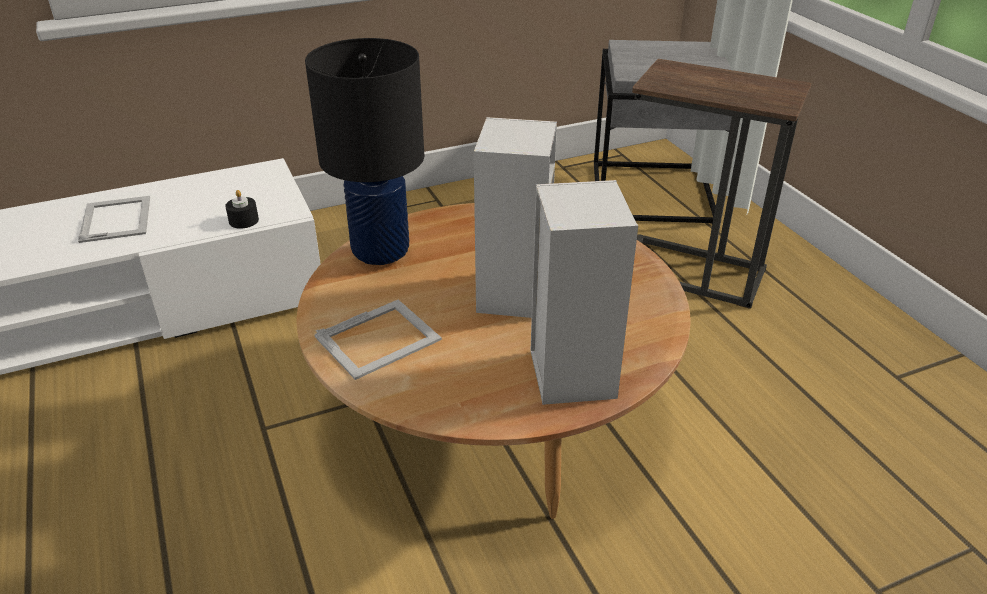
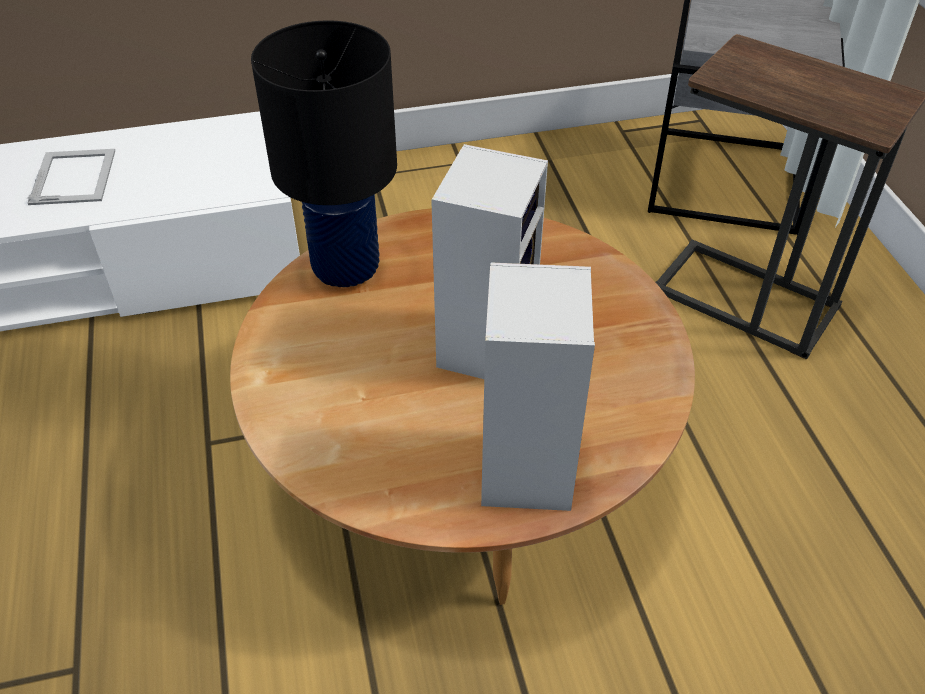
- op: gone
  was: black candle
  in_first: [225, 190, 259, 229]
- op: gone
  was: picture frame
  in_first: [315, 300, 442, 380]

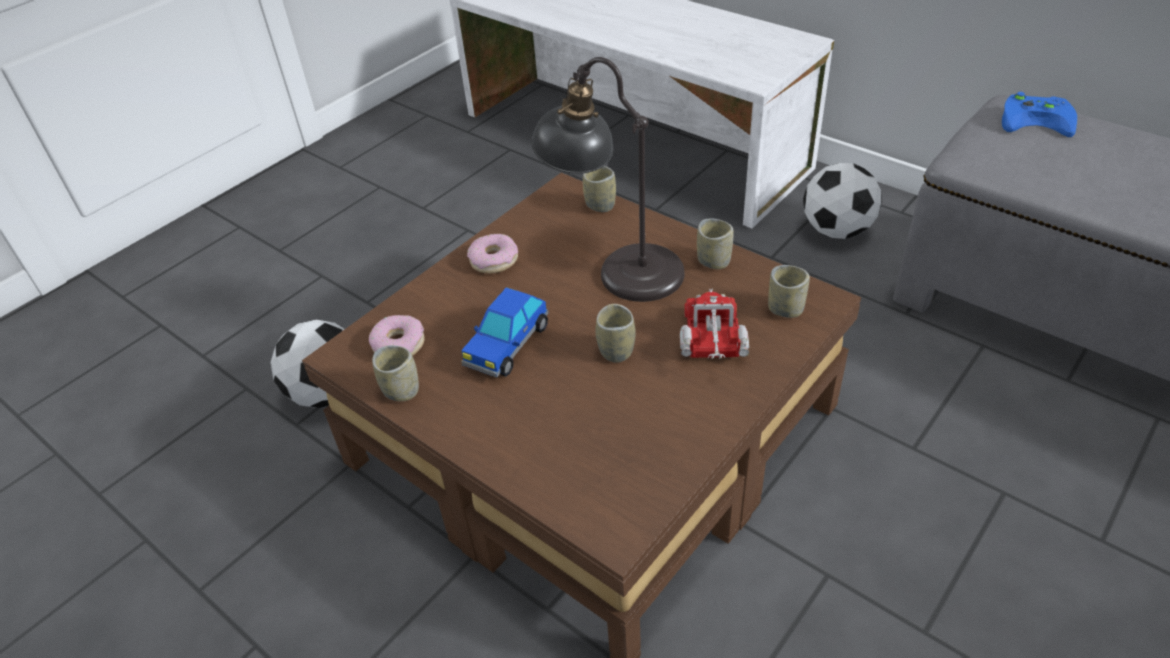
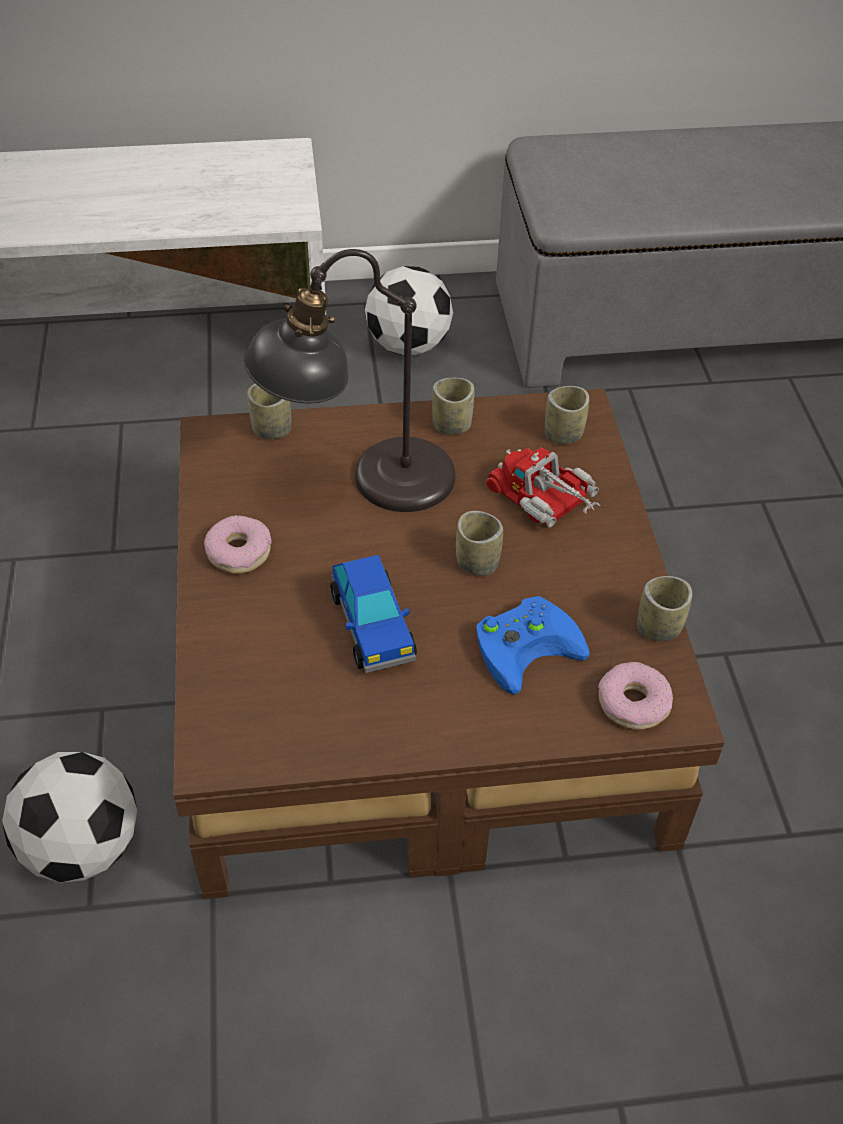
- op: shifted
  was: blue game controller
  in_first: [1002, 92, 1077, 137]
  in_second: [476, 596, 590, 695]
- op: shifted
  was: donut
  in_first: [369, 315, 424, 356]
  in_second: [598, 662, 673, 730]
- op: shifted
  was: cup
  in_first: [372, 345, 419, 401]
  in_second: [637, 576, 692, 641]

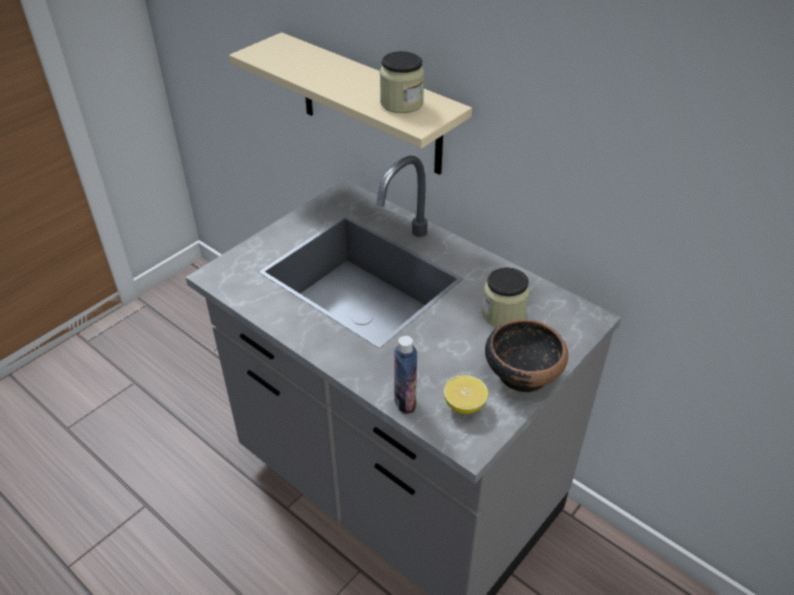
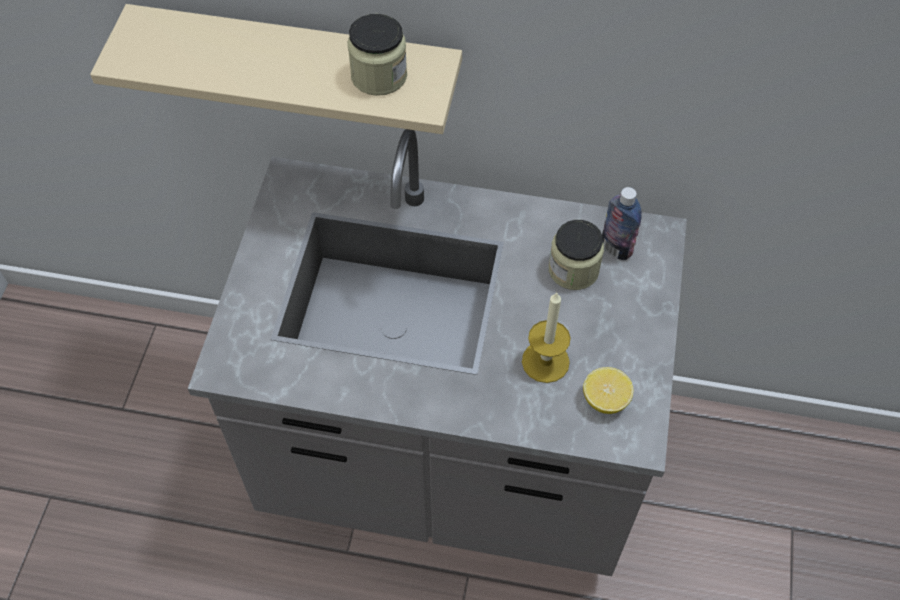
- op: gone
  was: bowl
  in_first: [485, 319, 568, 393]
- op: shifted
  was: bottle
  in_first: [394, 336, 417, 414]
  in_second: [602, 187, 641, 260]
- op: new
  now: candle
  in_second: [522, 292, 571, 383]

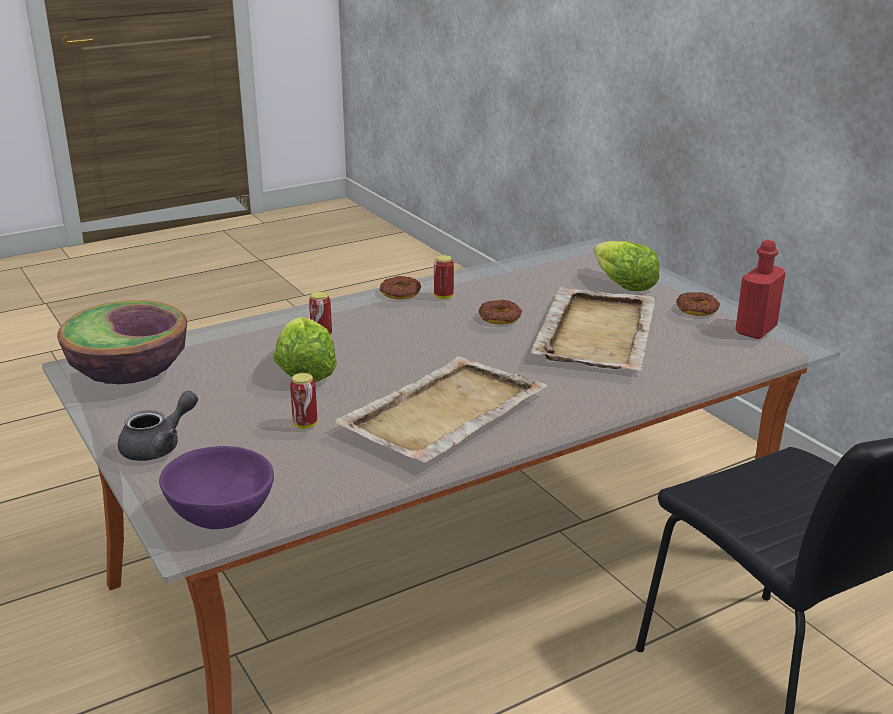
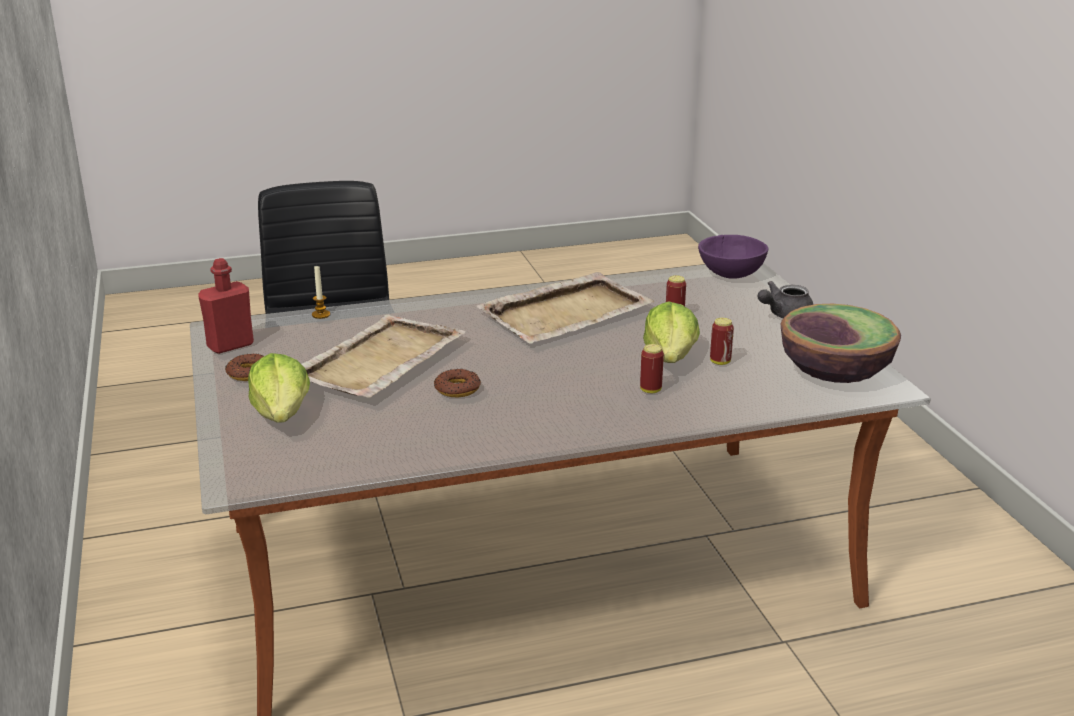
- op: shifted
  was: can
  in_first: [434, 255, 454, 299]
  in_second: [710, 318, 734, 365]
- op: gone
  was: donut
  in_first: [380, 276, 421, 299]
- op: new
  now: candle
  in_second: [312, 266, 330, 319]

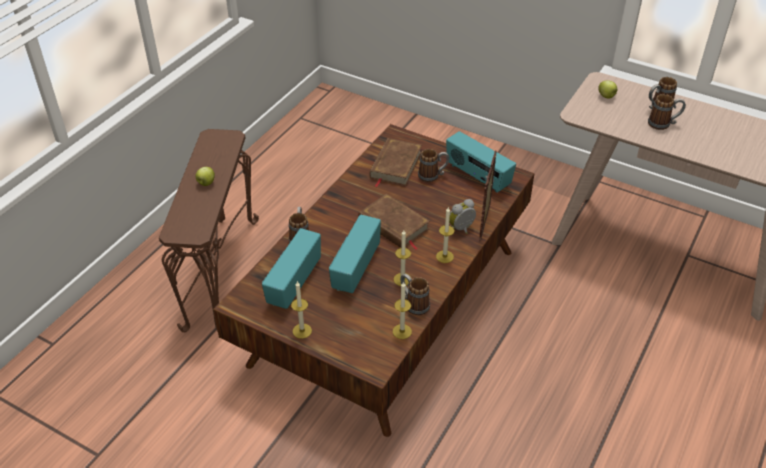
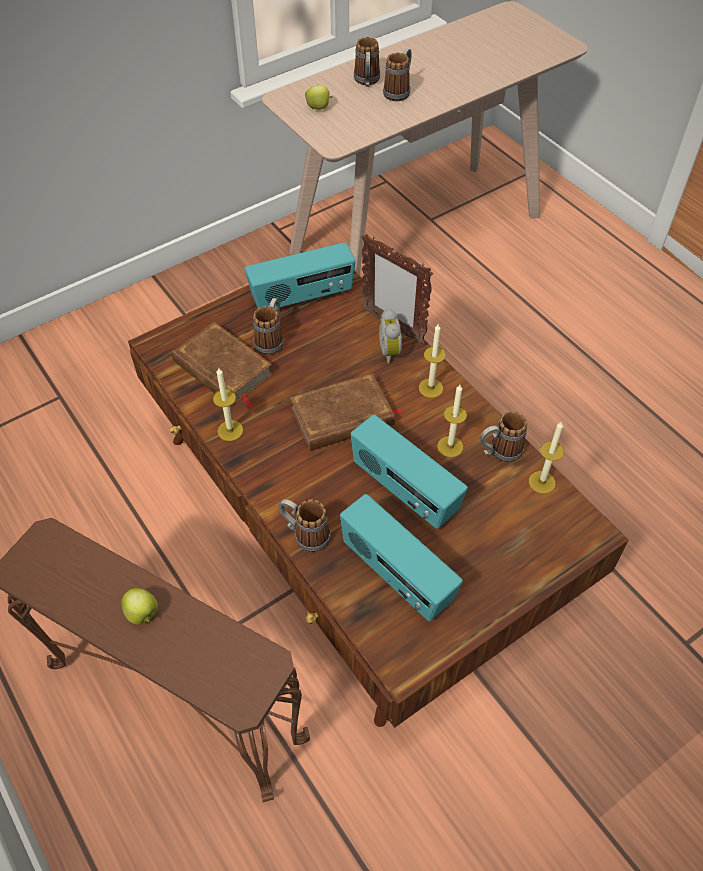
- op: shifted
  was: candle
  in_first: [291, 282, 312, 339]
  in_second: [213, 367, 243, 441]

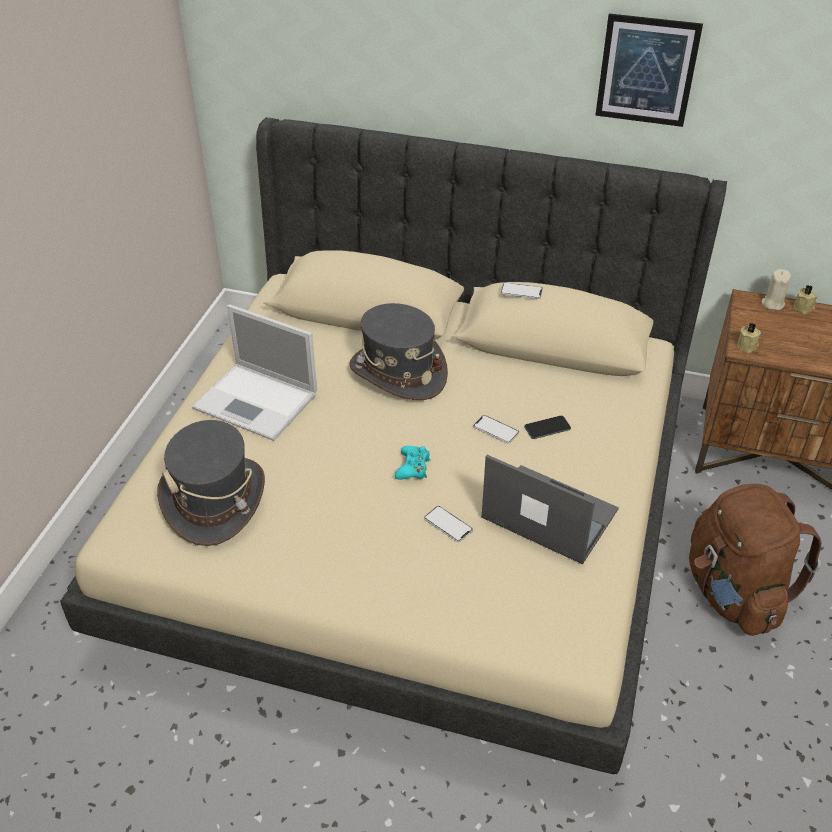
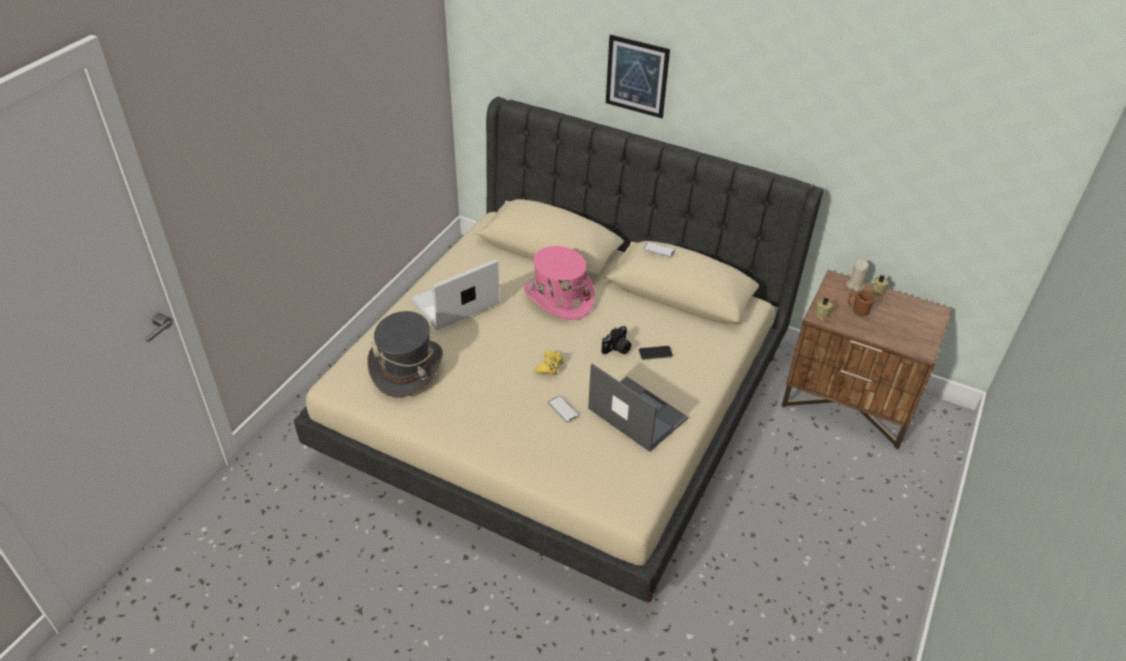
- op: shifted
  was: picture
  in_first: [595, 13, 703, 127]
  in_second: [606, 35, 670, 118]
- op: repainted
  was: grey hat
  now: pink hat
  in_first: [349, 303, 448, 400]
  in_second: [524, 246, 595, 320]
- op: rotated
  was: laptop
  in_first: [192, 304, 317, 441]
  in_second: [410, 259, 500, 330]
  clockwise: 105
- op: swapped
  was: phone
  now: photo camera
  in_first: [473, 415, 519, 444]
  in_second: [601, 326, 632, 354]
- op: repainted
  was: turquoise game controller
  now: yellow game controller
  in_first: [395, 446, 430, 480]
  in_second: [535, 350, 564, 375]
- op: gone
  was: brown backpack
  in_first: [689, 484, 822, 636]
- op: new
  now: brown mug
  in_second: [848, 290, 876, 316]

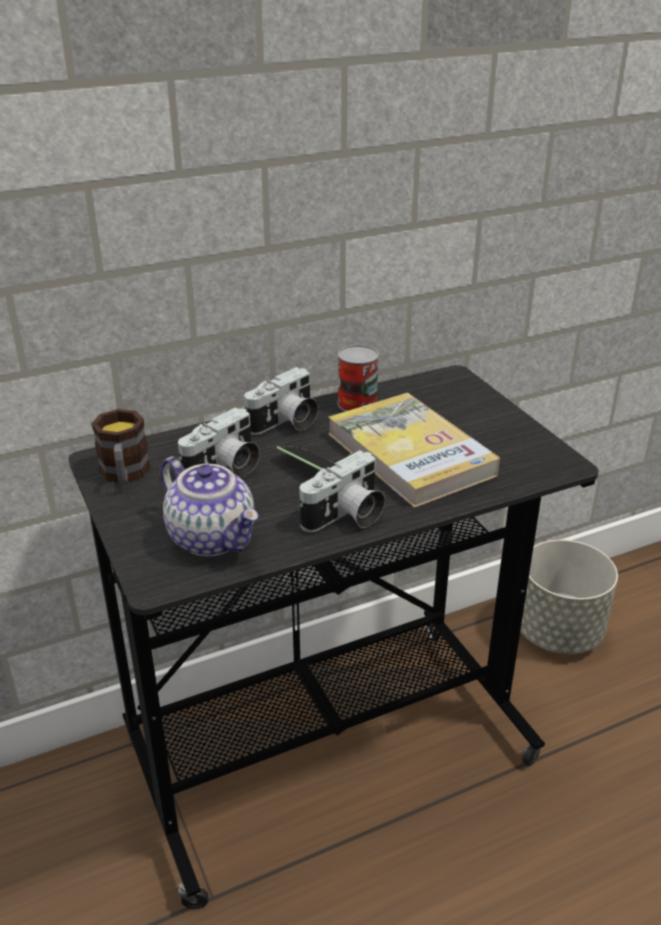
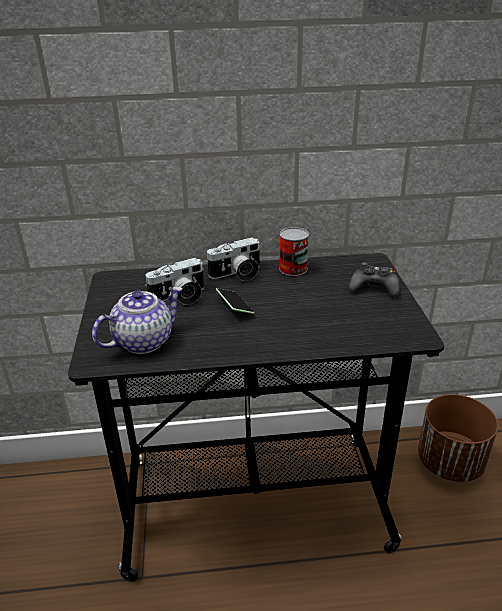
- op: gone
  was: book
  in_first: [328, 393, 500, 508]
- op: gone
  was: mug
  in_first: [91, 409, 150, 485]
- op: gone
  was: photo camera
  in_first: [300, 450, 385, 532]
- op: rotated
  was: teapot
  in_first: [161, 456, 258, 556]
  in_second: [92, 287, 183, 354]
  clockwise: -105
- op: repainted
  was: grey planter
  now: brown planter
  in_first: [520, 540, 618, 654]
  in_second: [418, 394, 498, 482]
- op: new
  now: black game controller
  in_second: [349, 262, 400, 297]

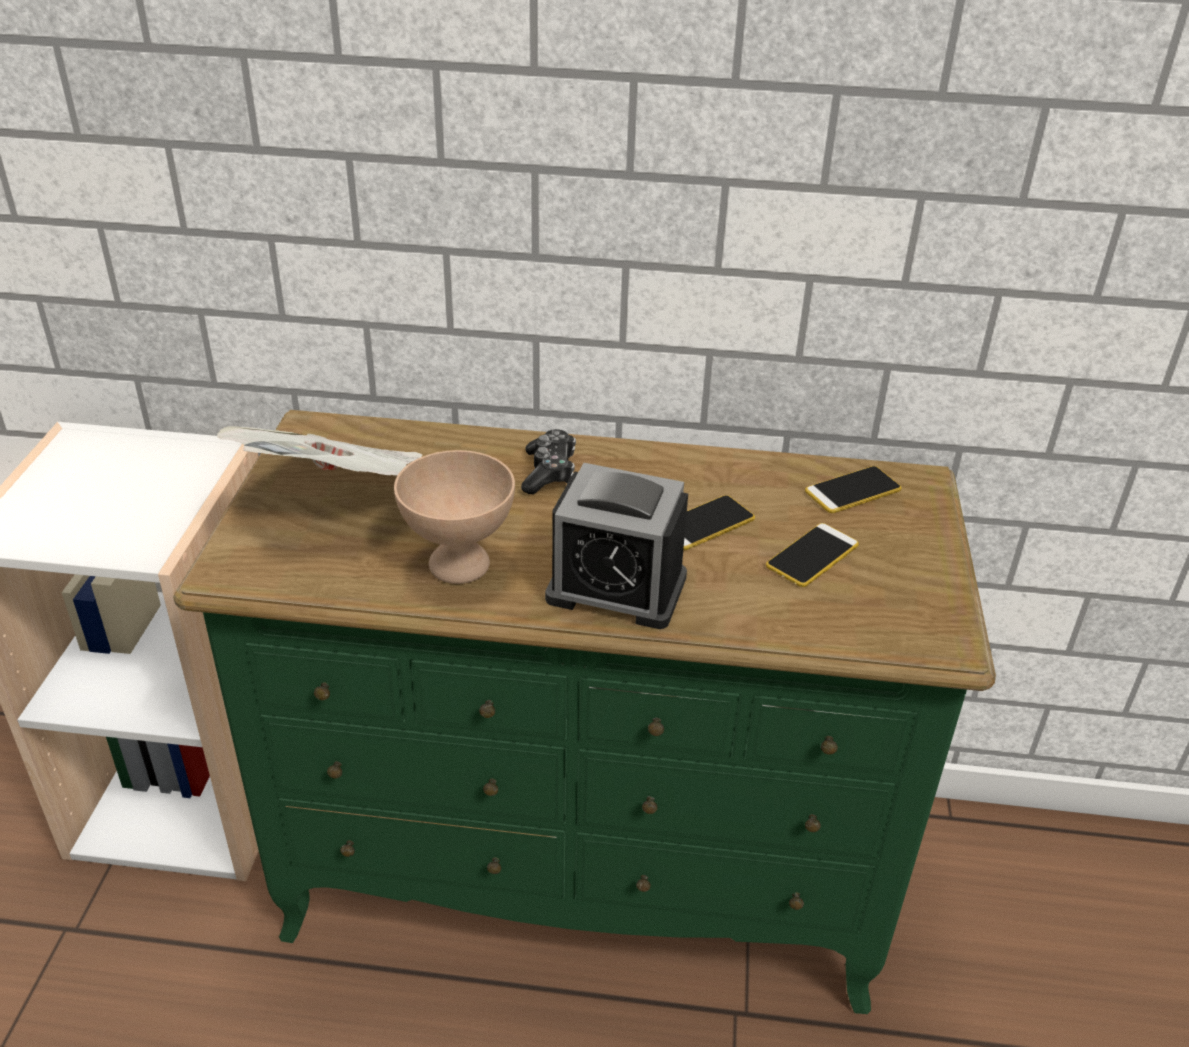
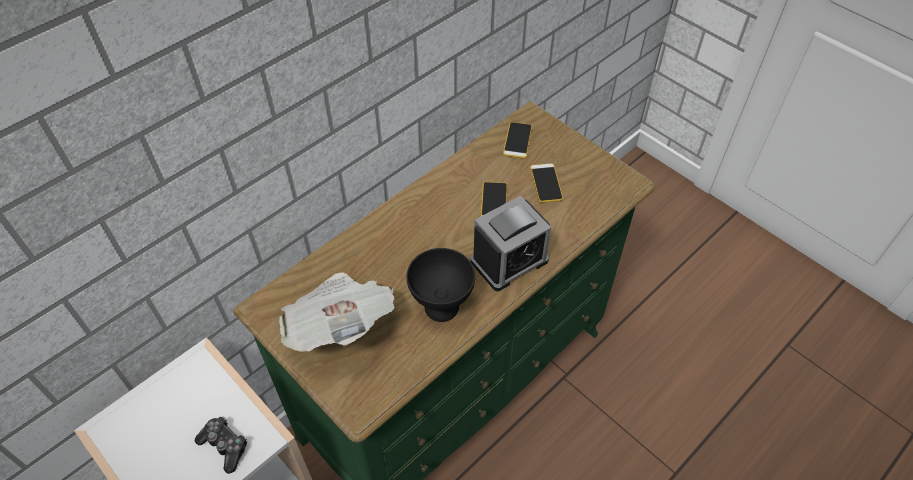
- op: shifted
  was: game controller
  in_first: [521, 429, 576, 494]
  in_second: [195, 416, 247, 474]
- op: repainted
  was: beige bowl
  now: black bowl
  in_first: [394, 450, 515, 584]
  in_second: [406, 248, 475, 322]

